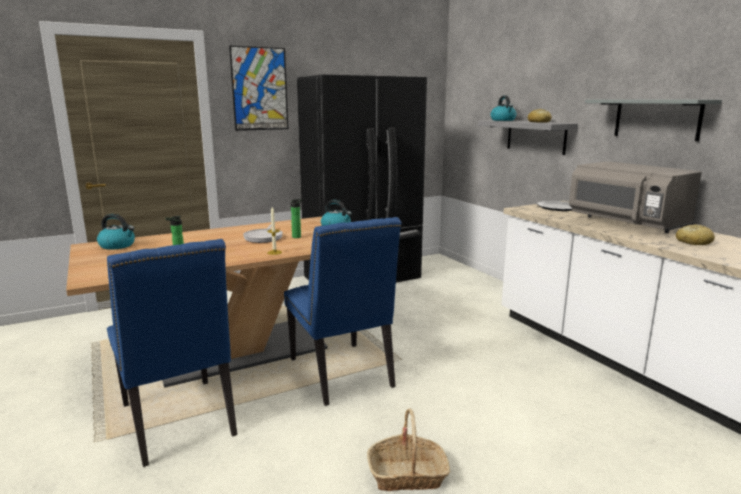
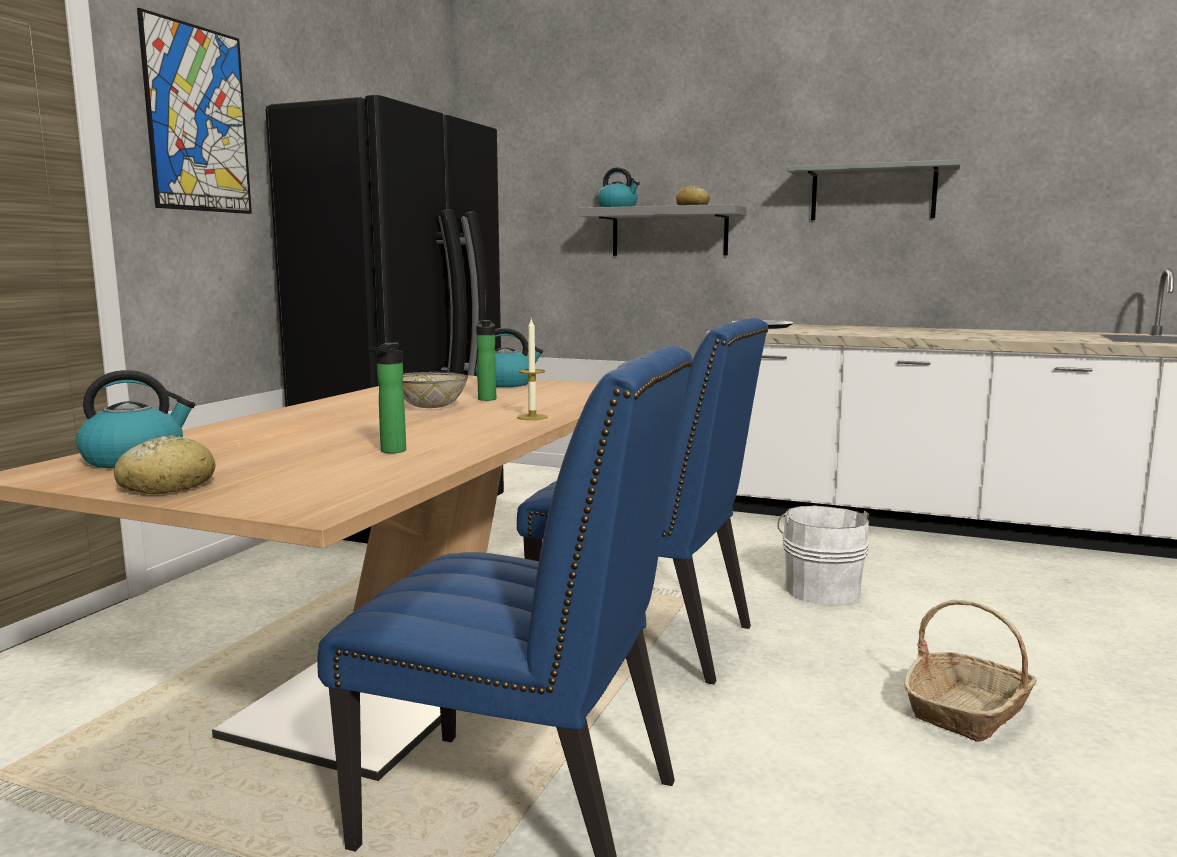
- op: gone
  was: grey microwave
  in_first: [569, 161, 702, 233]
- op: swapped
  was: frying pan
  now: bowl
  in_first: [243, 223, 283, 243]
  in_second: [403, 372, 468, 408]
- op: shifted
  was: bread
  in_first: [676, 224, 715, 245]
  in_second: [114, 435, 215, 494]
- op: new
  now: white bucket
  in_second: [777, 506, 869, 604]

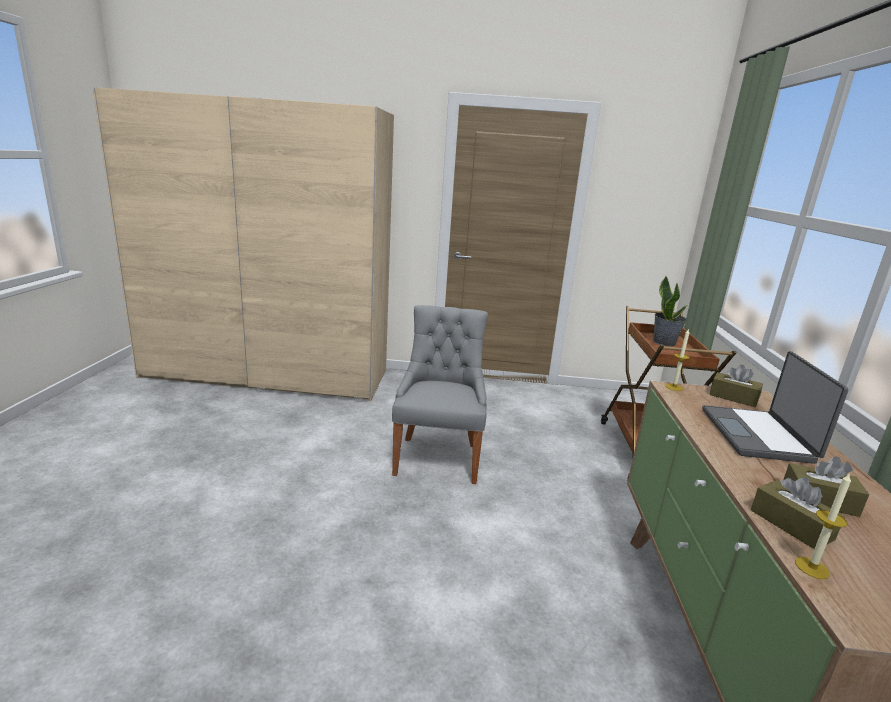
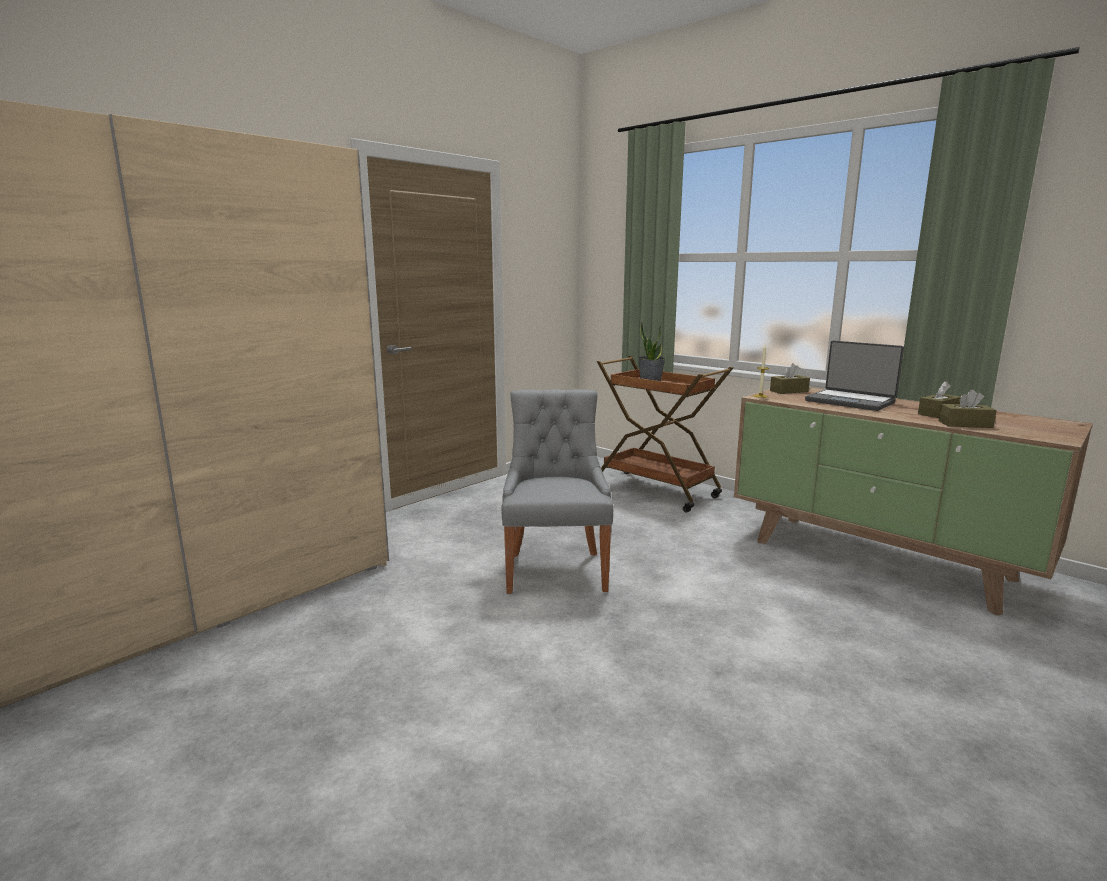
- op: rotated
  was: grey chair
  in_first: [392, 305, 488, 484]
  in_second: [501, 389, 614, 594]
  clockwise: 45
- op: gone
  was: candle
  in_first: [795, 472, 851, 579]

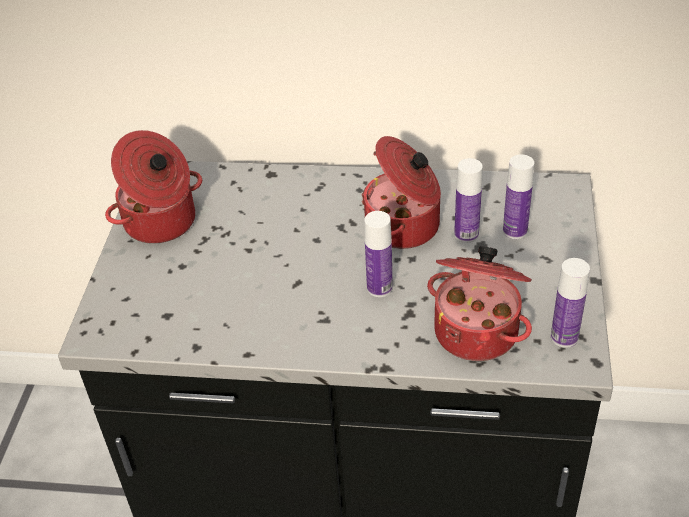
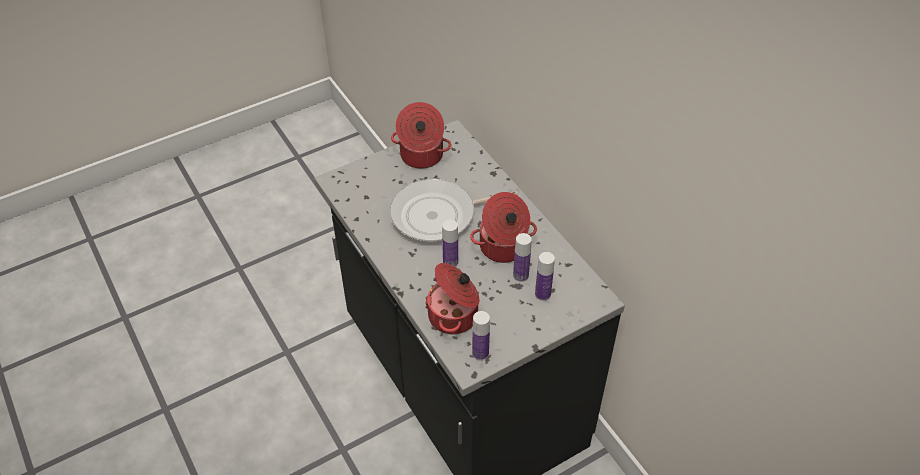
- op: new
  now: frying pan
  in_second: [390, 179, 518, 242]

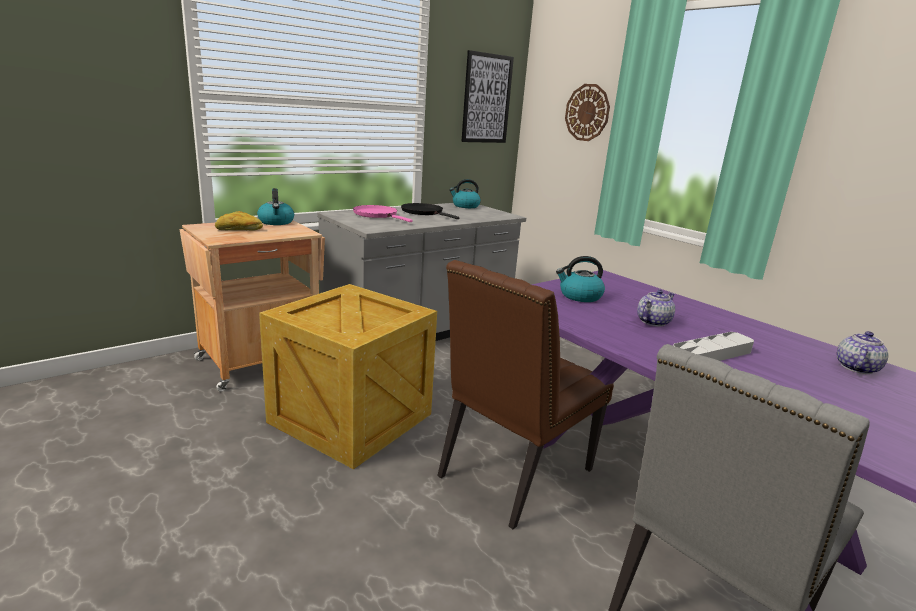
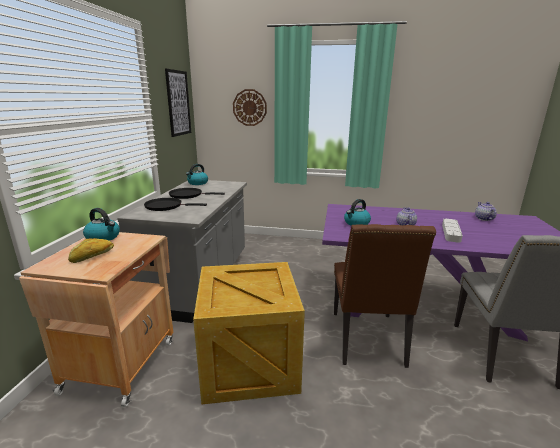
- op: repainted
  was: pink frying pan
  now: black frying pan
  in_first: [353, 205, 413, 222]
  in_second: [144, 198, 207, 211]

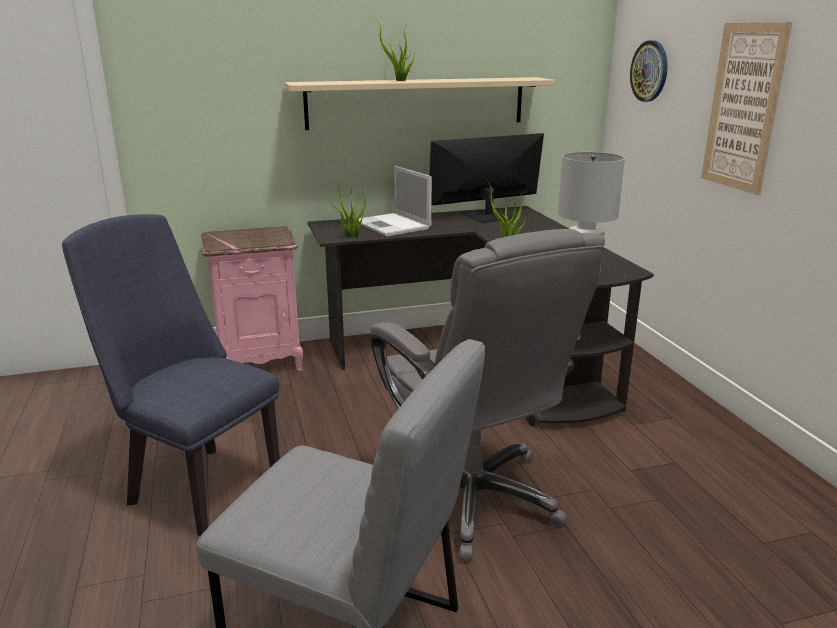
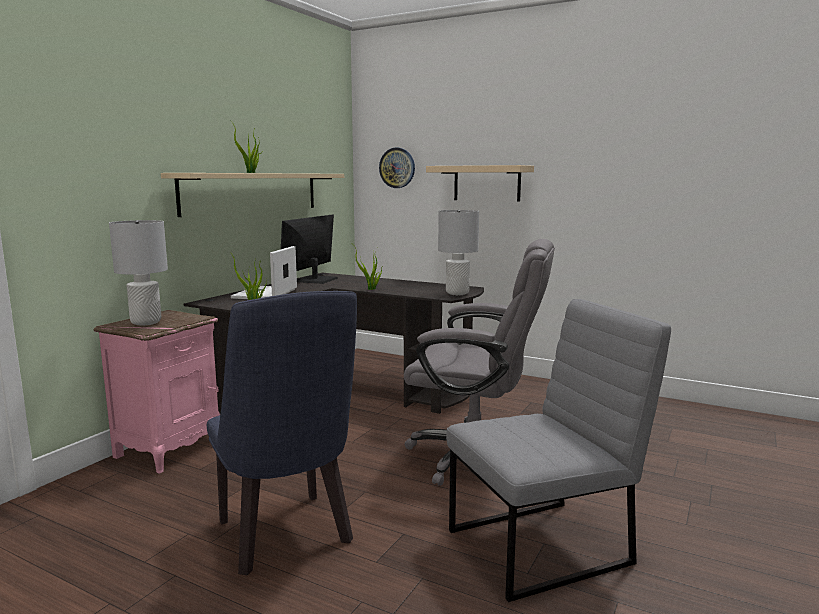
- op: swapped
  was: picture
  now: beige shelf
  in_first: [701, 22, 792, 195]
  in_second: [426, 165, 534, 201]
- op: rotated
  was: laptop
  in_first: [358, 166, 432, 237]
  in_second: [231, 246, 297, 299]
  clockwise: 90
- op: rotated
  was: blue chair
  in_first: [62, 214, 280, 536]
  in_second: [207, 291, 357, 575]
  clockwise: -105
- op: new
  now: grey table lamp
  in_second: [109, 220, 168, 326]

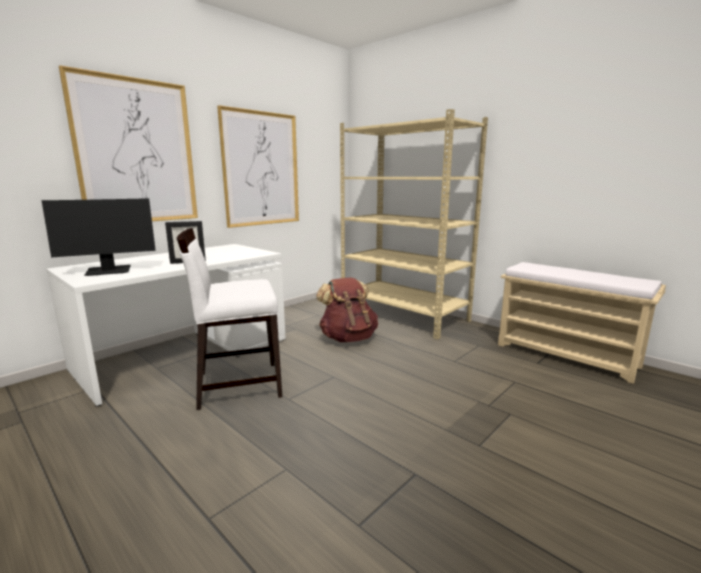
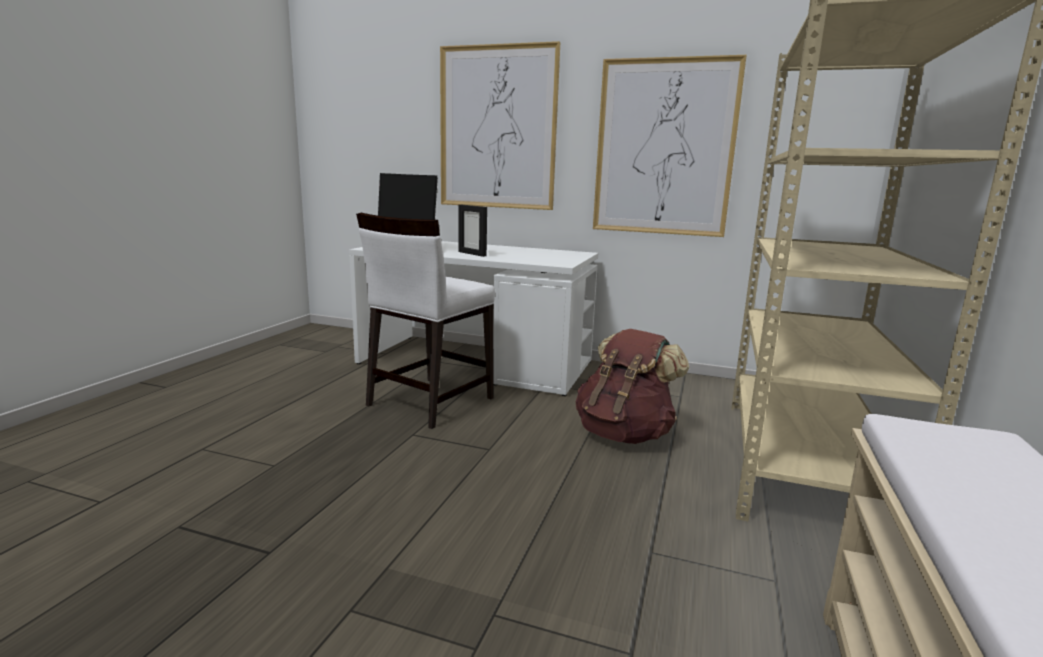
- op: rotated
  was: white chair
  in_first: [177, 228, 282, 410]
  in_second: [356, 213, 495, 429]
  clockwise: -105

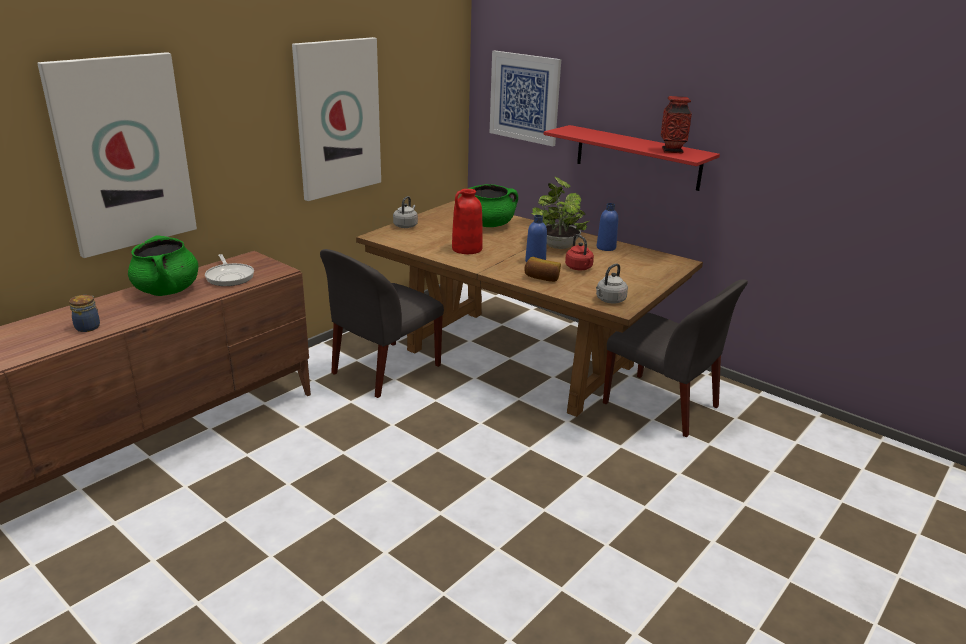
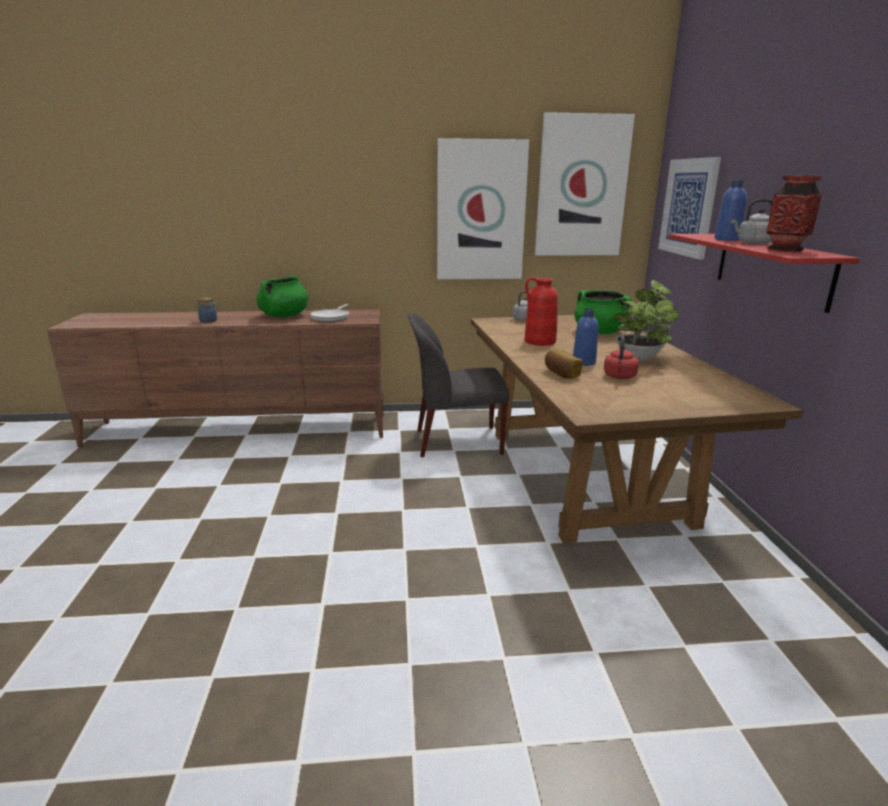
- op: shifted
  was: picture
  in_first: [37, 52, 197, 258]
  in_second: [535, 112, 635, 256]
- op: shifted
  was: blue bottle
  in_first: [597, 203, 618, 251]
  in_second: [714, 180, 747, 241]
- op: shifted
  was: grey kettle
  in_first: [596, 263, 628, 303]
  in_second: [731, 199, 773, 244]
- op: gone
  was: grey chair
  in_first: [603, 279, 748, 437]

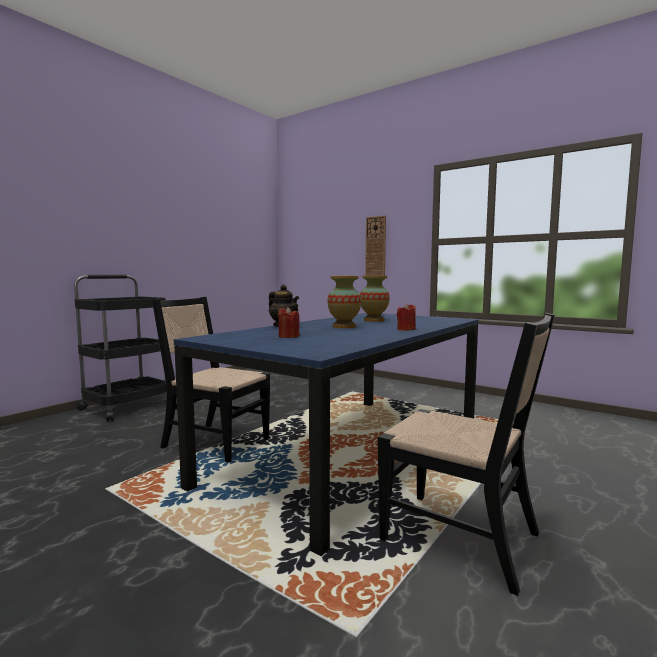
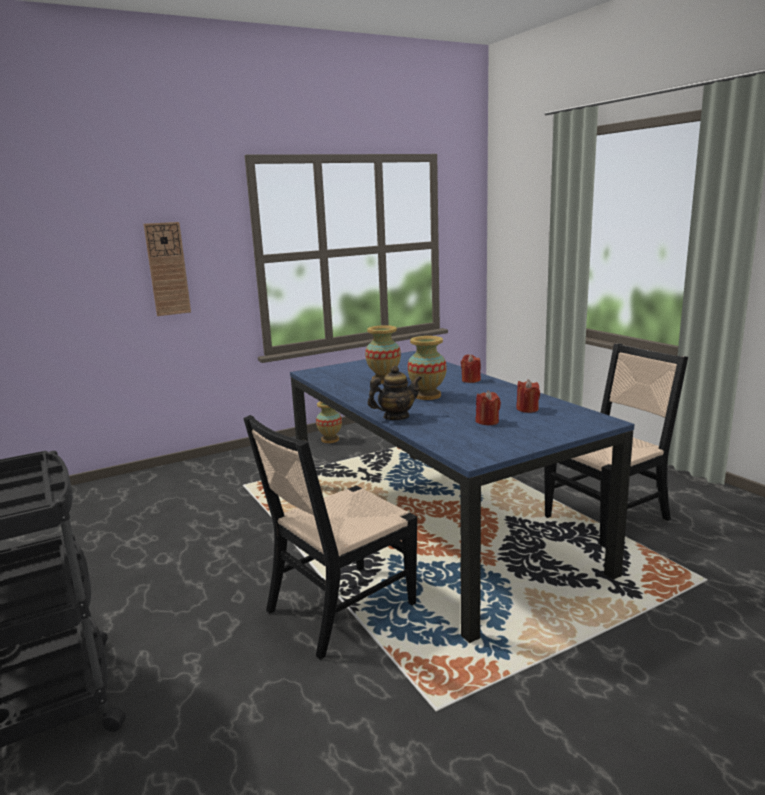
- op: new
  now: red candle
  in_second: [516, 379, 540, 413]
- op: new
  now: vase
  in_second: [316, 401, 342, 443]

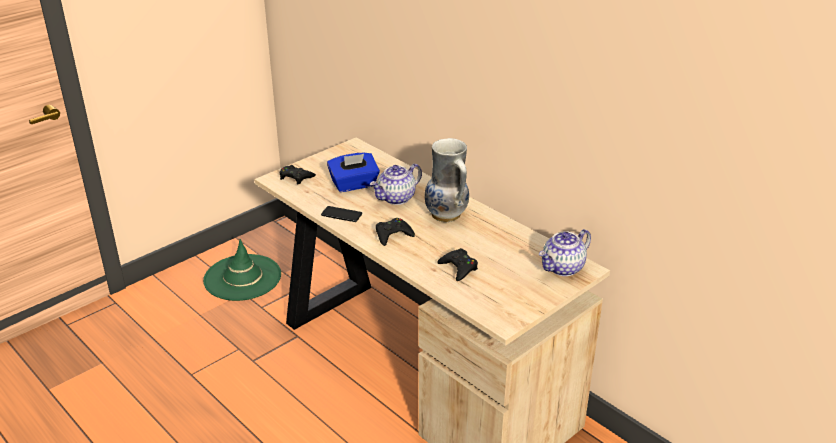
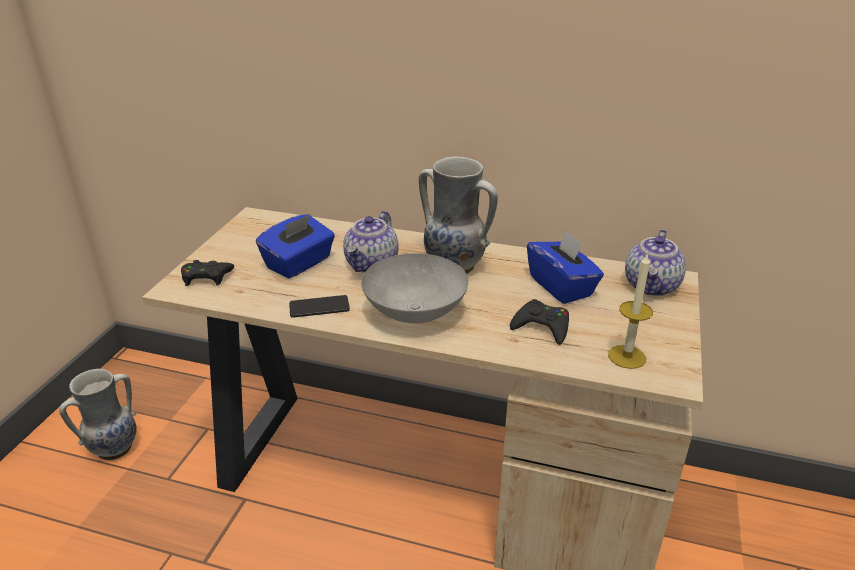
- op: swapped
  was: black game controller
  now: grey bowl
  in_first: [376, 218, 415, 246]
  in_second: [361, 253, 469, 323]
- op: swapped
  was: green hat
  now: vase
  in_first: [203, 239, 281, 301]
  in_second: [59, 369, 137, 460]
- op: new
  now: blue tissue box
  in_second: [527, 230, 604, 304]
- op: new
  now: candle
  in_second: [608, 253, 653, 369]

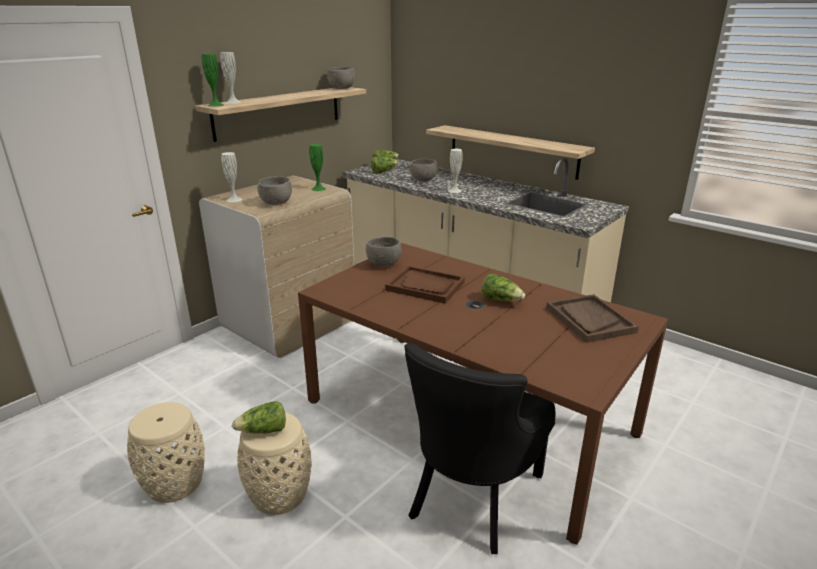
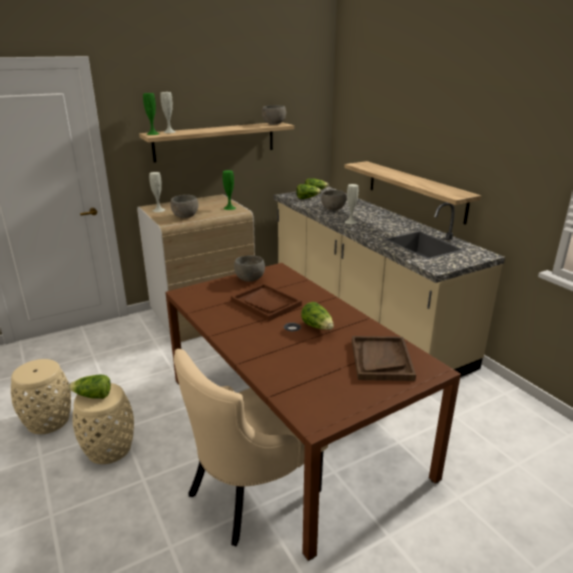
- op: repainted
  was: black chair
  now: beige chair
  in_first: [404, 343, 556, 554]
  in_second: [174, 349, 328, 546]

